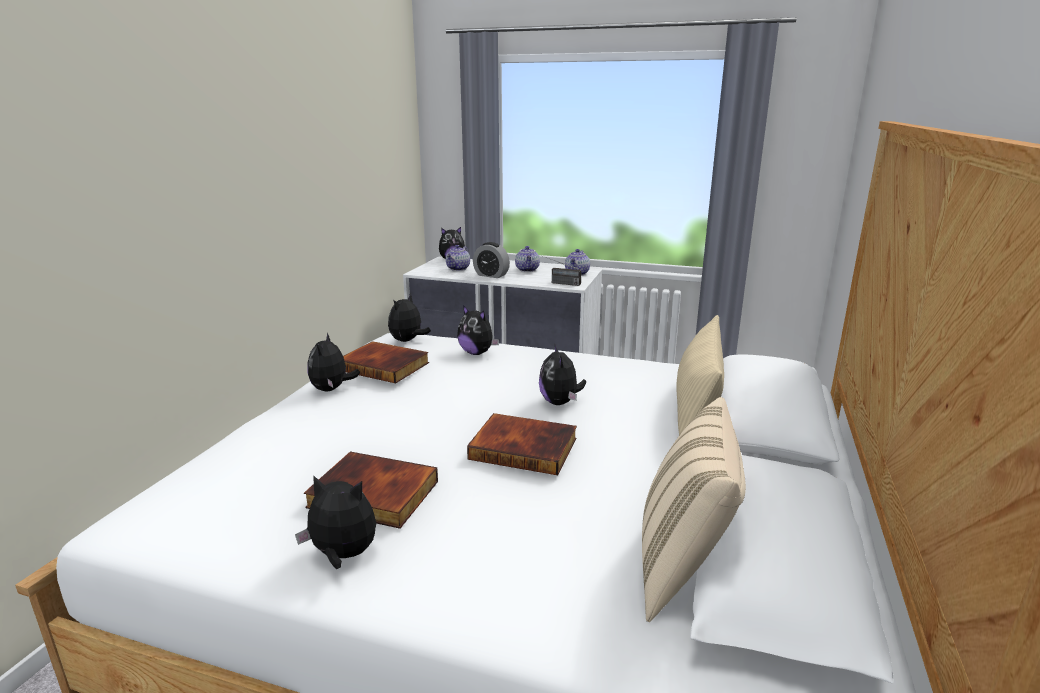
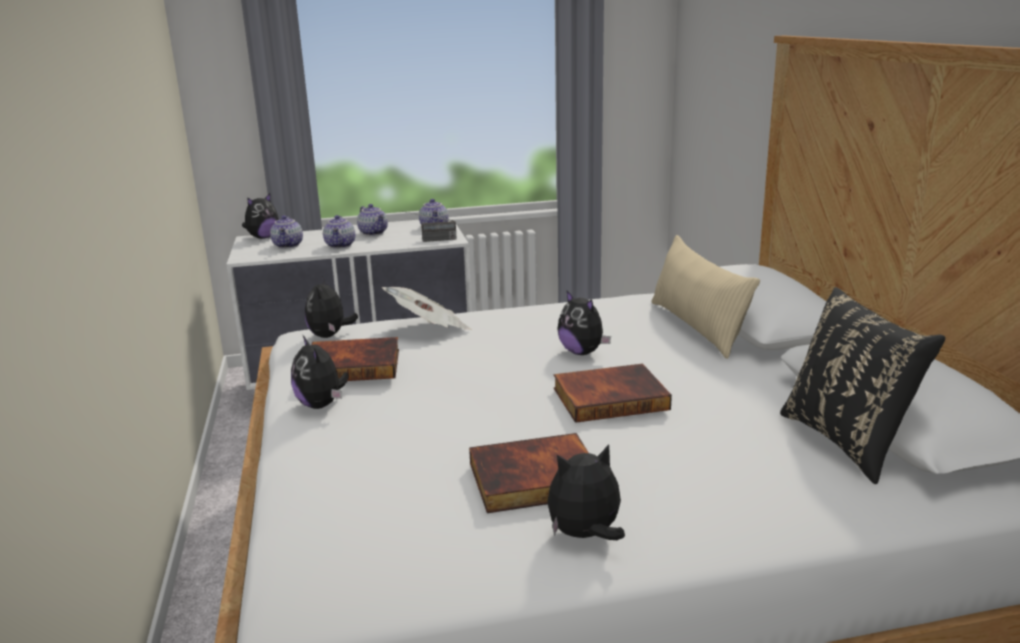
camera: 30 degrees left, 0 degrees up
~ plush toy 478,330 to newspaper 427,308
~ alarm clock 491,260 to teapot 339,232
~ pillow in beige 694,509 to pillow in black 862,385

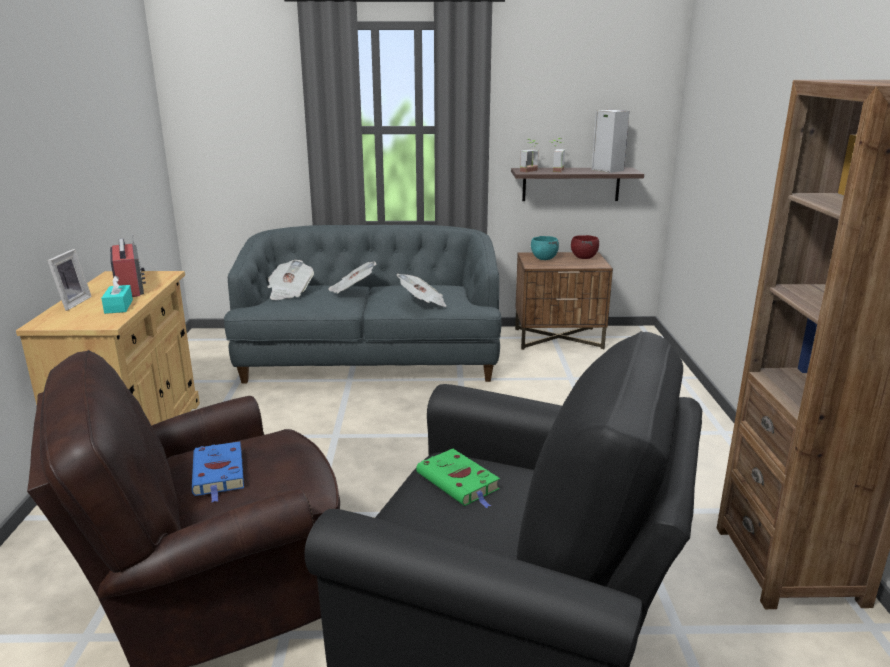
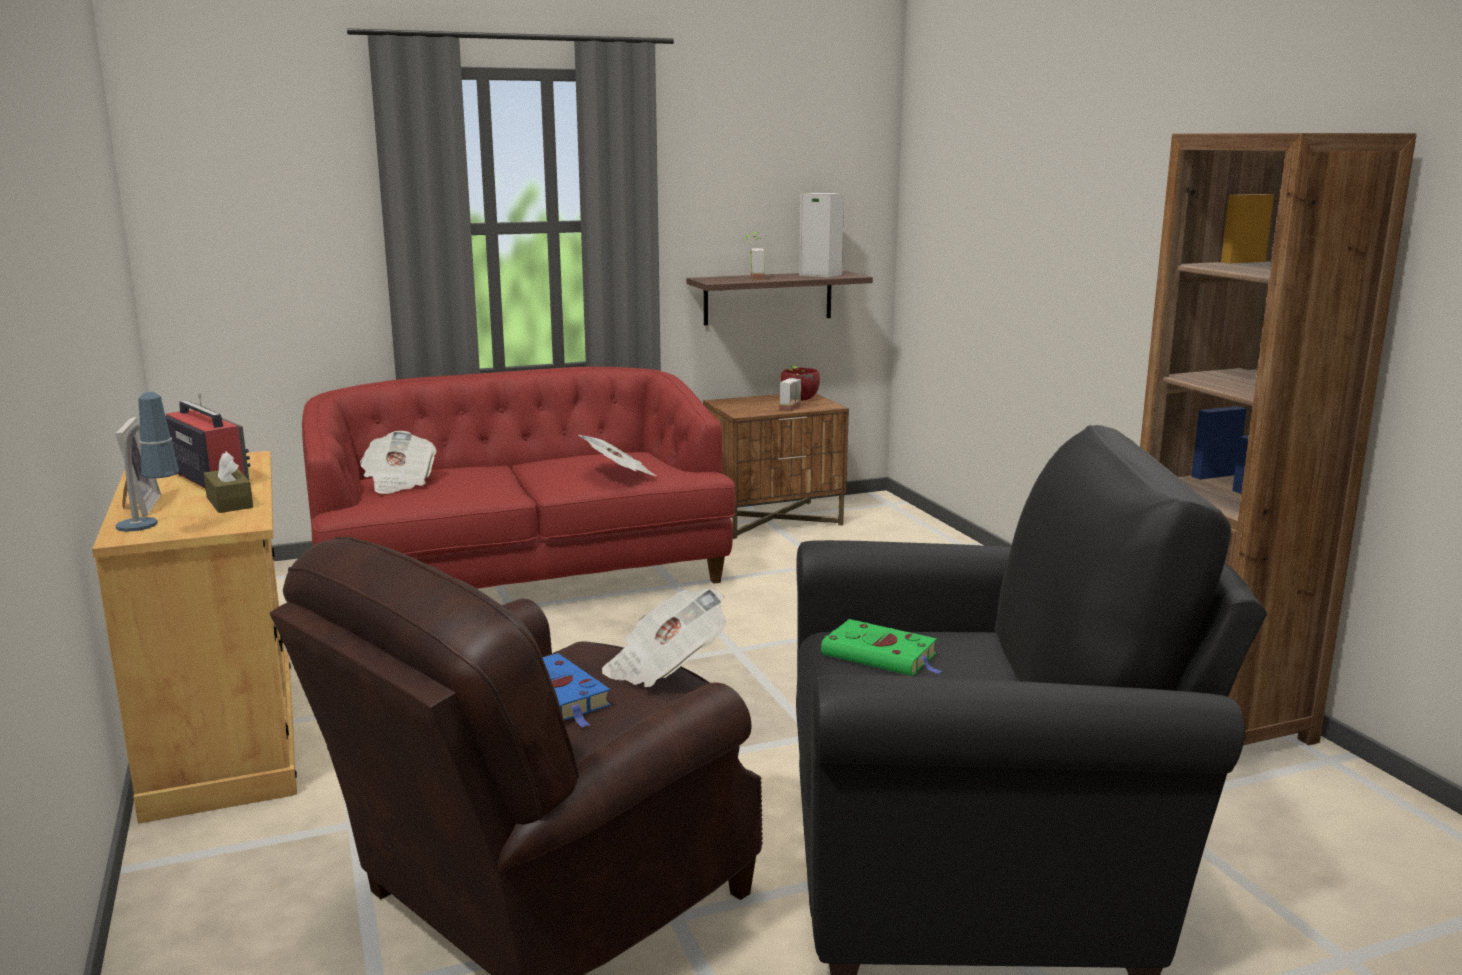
camera: 20 degrees left, 5 degrees down
~ tissue box in turquoise 117,295 to tissue box in brown 228,482
~ sofa in grey 362,304 to sofa in red 518,478
~ newspaper 352,278 to 664,638
~ potted plant 529,155 to 793,388
- bowl in turquoise 545,248
+ table lamp 147,462

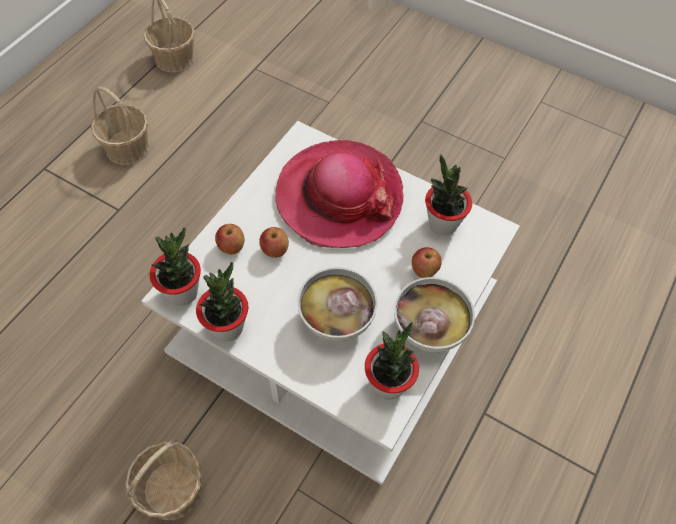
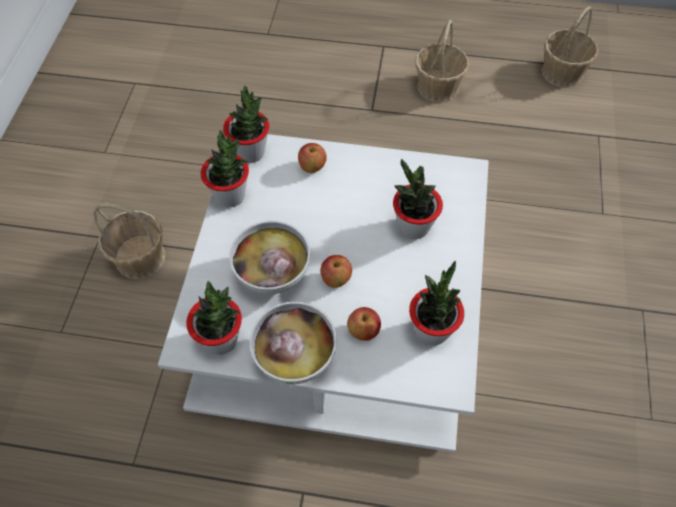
camera: 70 degrees right, 0 degrees up
~ apple 274,242 to 336,271
~ hat 339,194 to potted plant 418,199

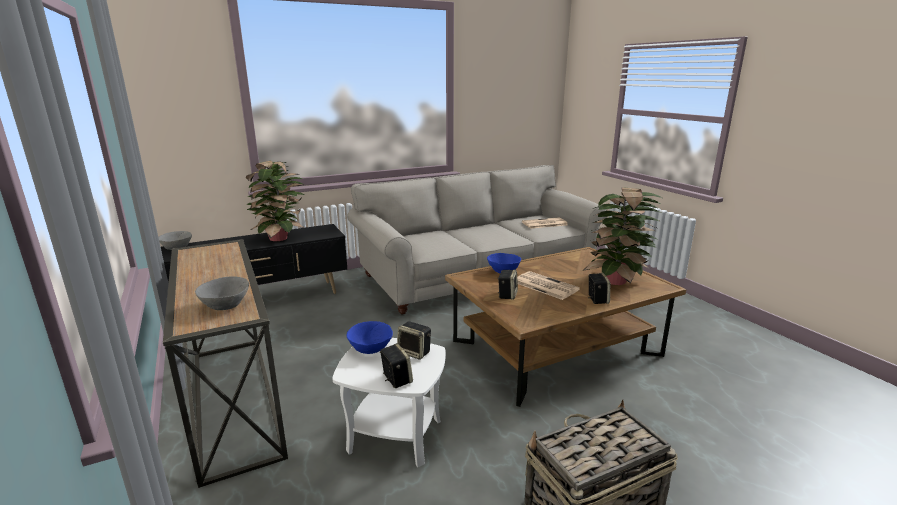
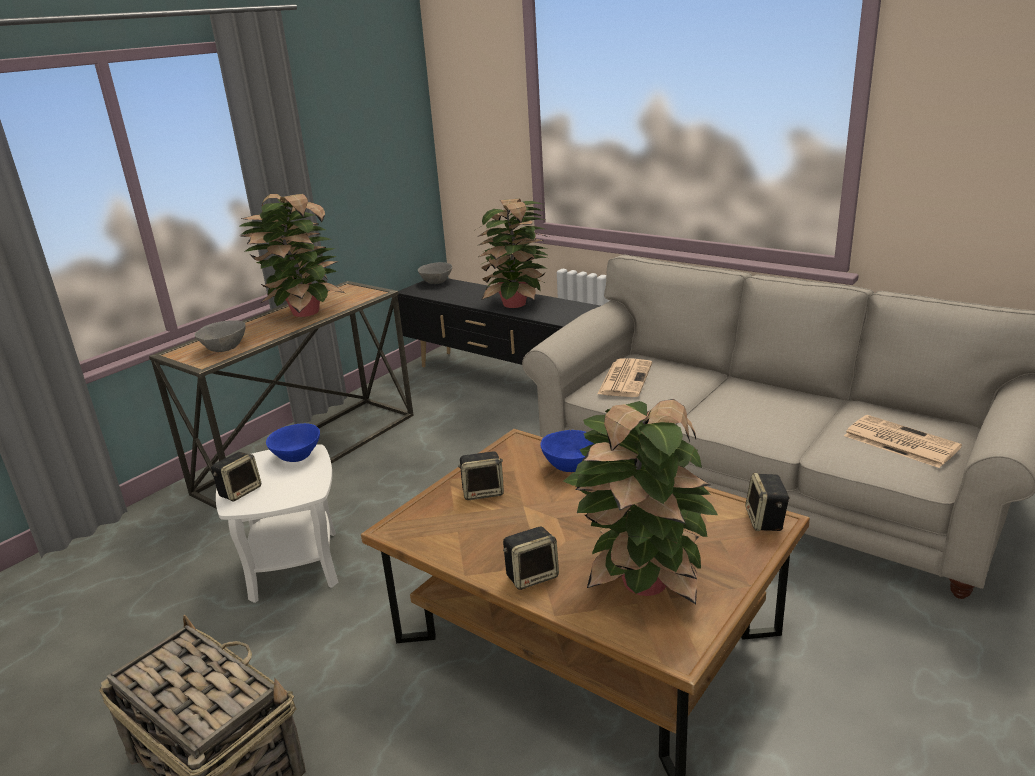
camera: 65 degrees right, 5 degrees up
~ speaker 414,340 to 767,502
~ newspaper 548,285 to 624,377
+ potted plant 292,255

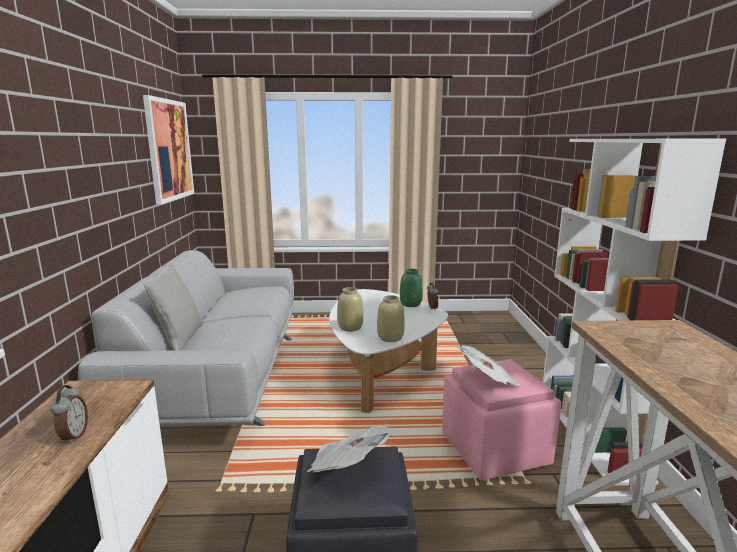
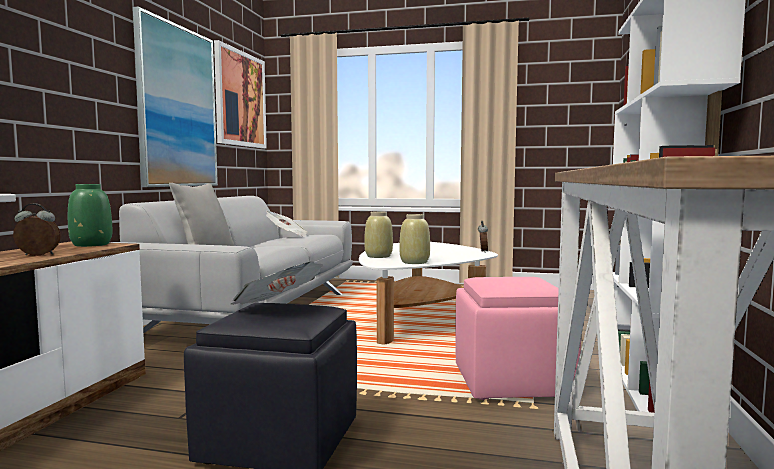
camera: 15 degrees right, 10 degrees down
~ alarm clock 69,414 = 37,229 105 degrees counterclockwise
~ vase in green 411,288 to 90,215
~ newspaper 489,365 to 286,224
+ picture 175,96

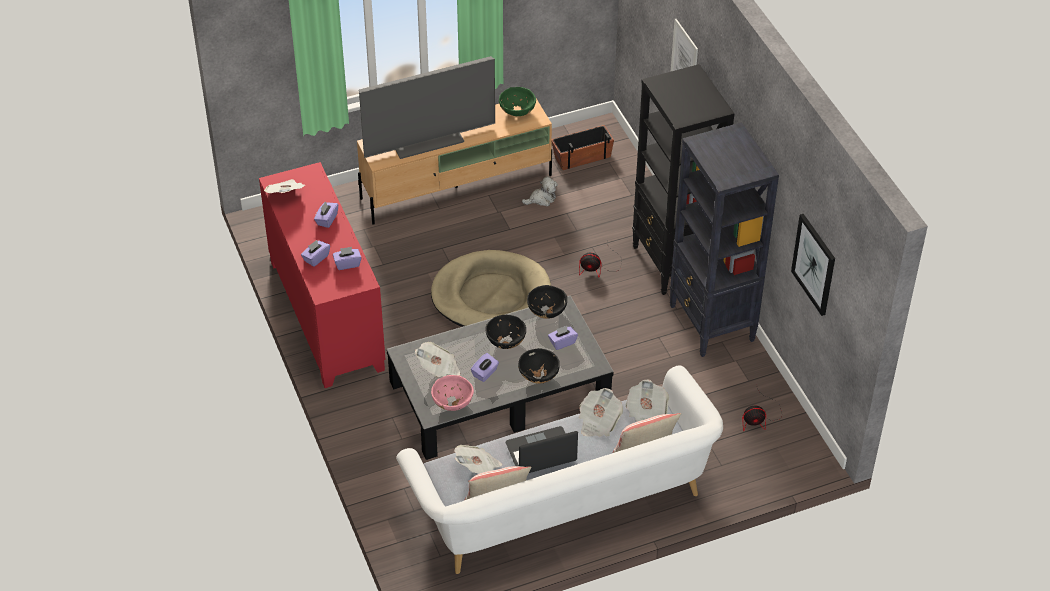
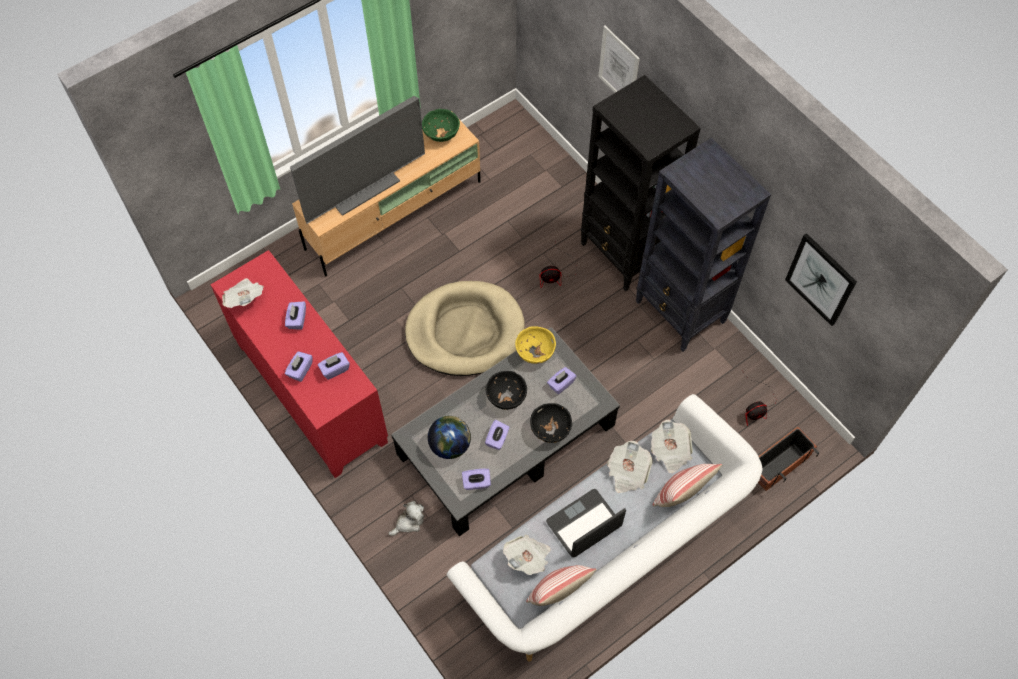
camera: 15 degrees left, 15 degrees up
~ newspaper 438,360 to globe 449,437
~ bowl in pink 452,393 to tissue box in purple 476,479
~ plush toy 540,191 to 406,518
~ bowl in black 547,302 to bowl in yellow 535,345
~ planter 583,147 to 788,459

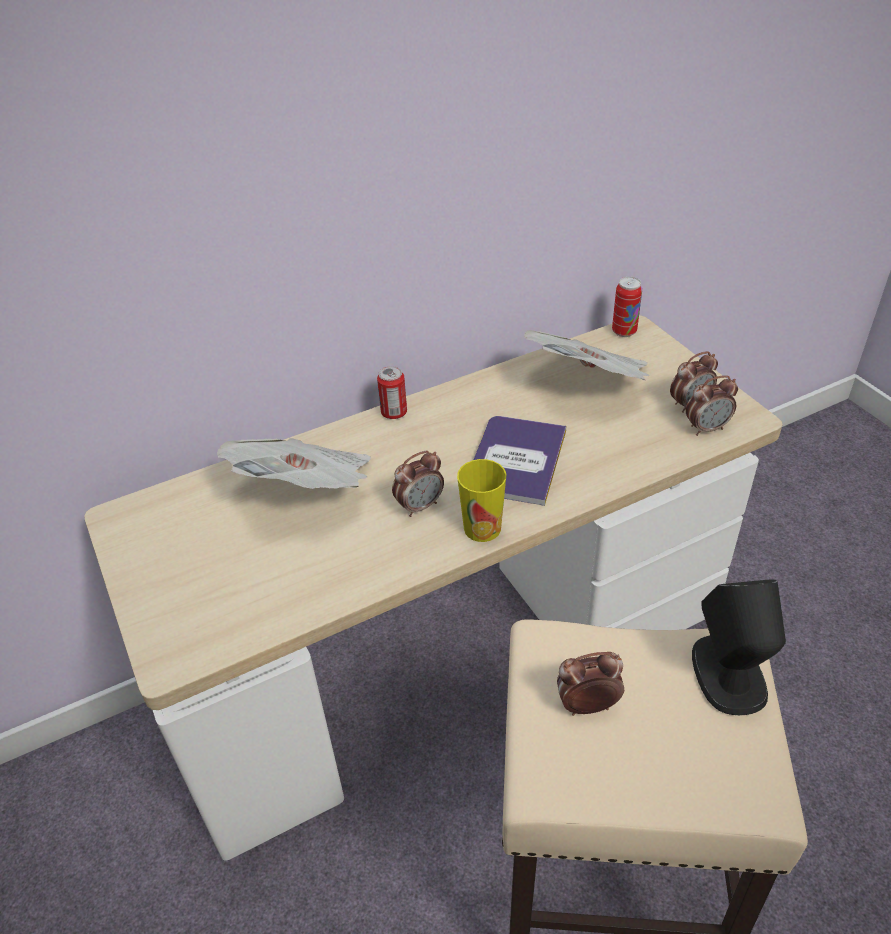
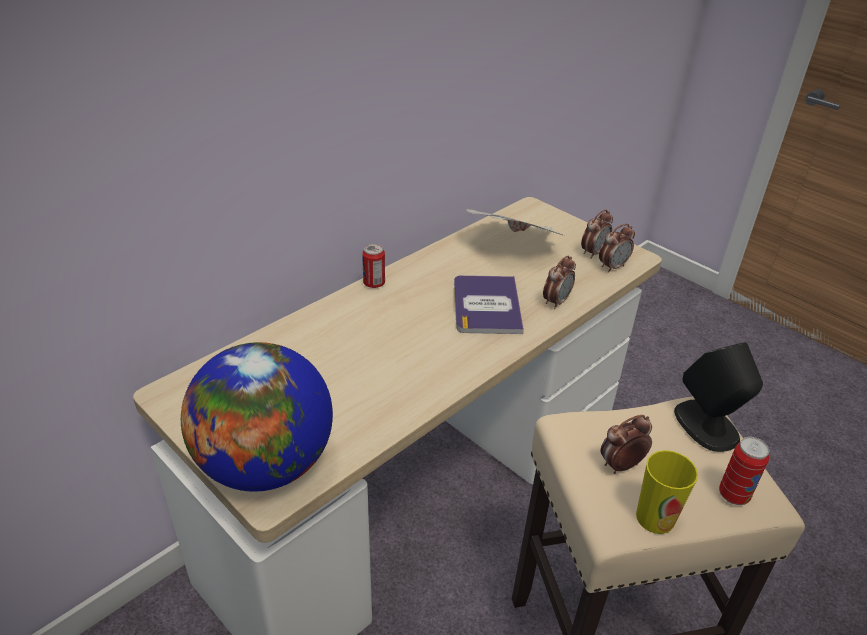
camera: 20 degrees left, 5 degrees down
- newspaper 294,463
~ alarm clock 418,484 to 559,282
~ cup 481,500 to 667,492
~ can 627,307 to 744,471
+ globe 257,417

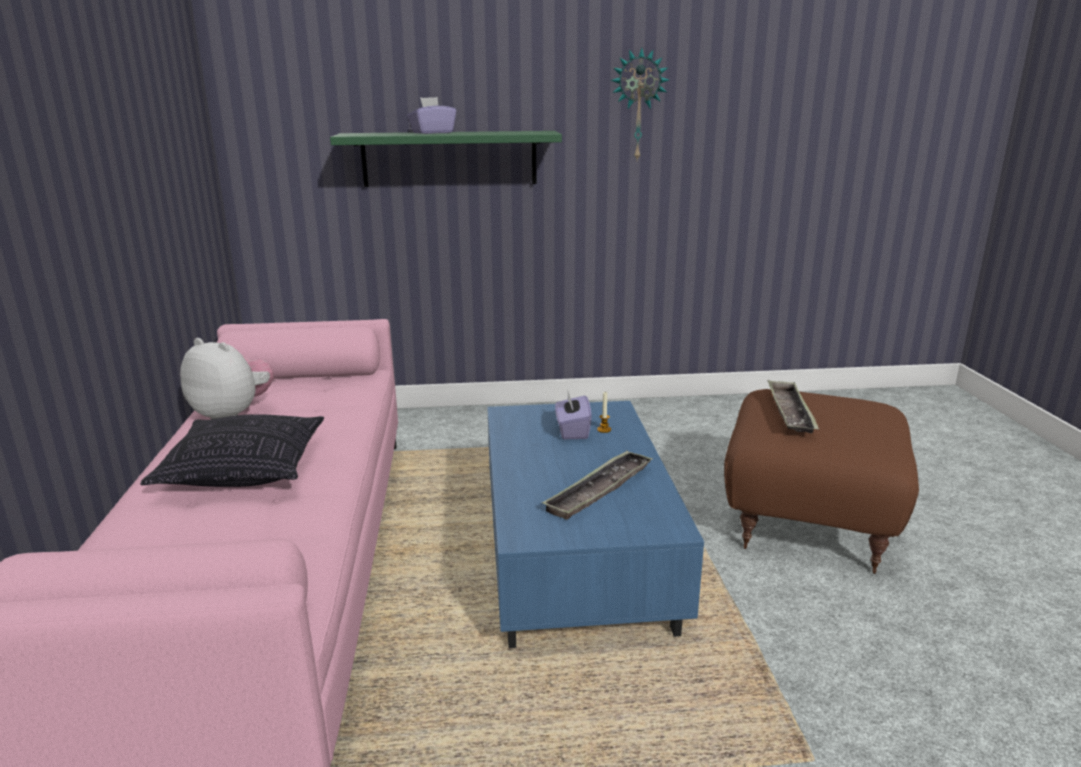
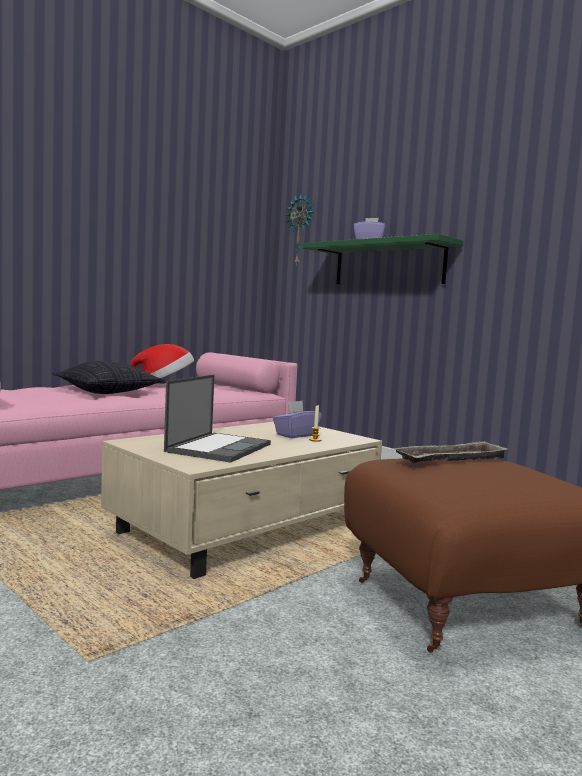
camera: 50 degrees right, 15 degrees down
~ plush toy 227,378 to hat 162,361
~ coffee table in blue 595,524 to coffee table in beige 241,500
~ tray 597,485 to laptop 217,418
~ wall clock 639,103 to 299,230

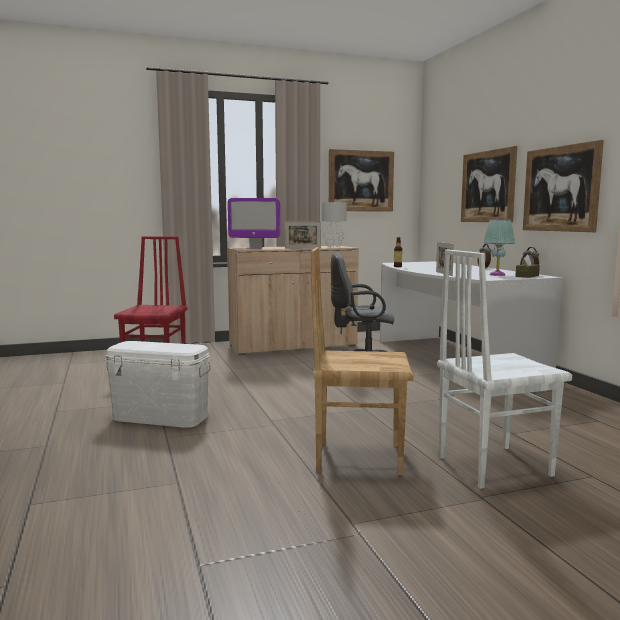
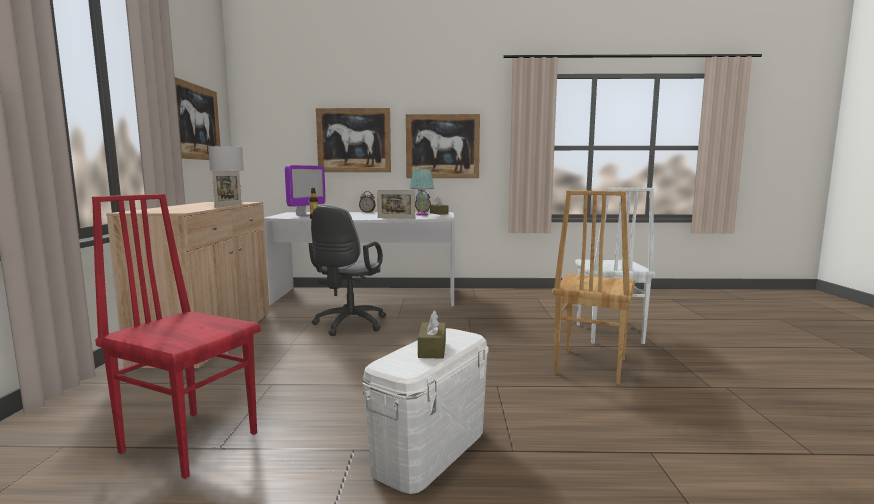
camera: 70 degrees left, 0 degrees up
~ monitor 254,223 to 305,190
+ tissue box in brown 432,335

